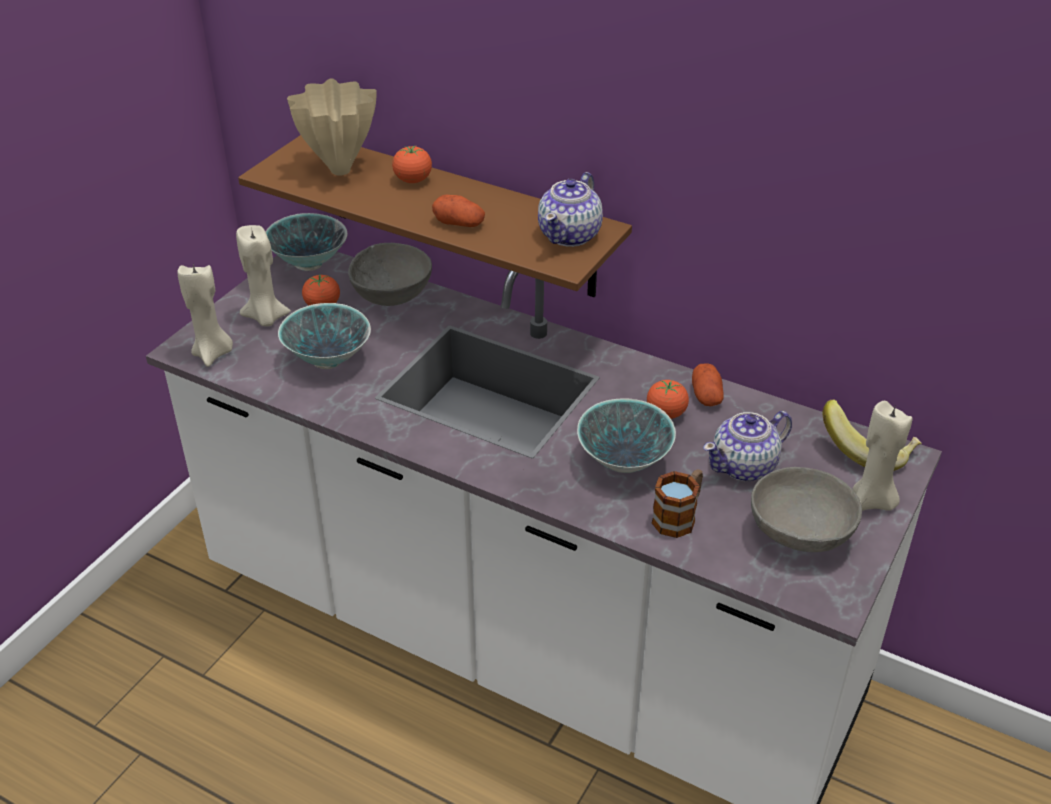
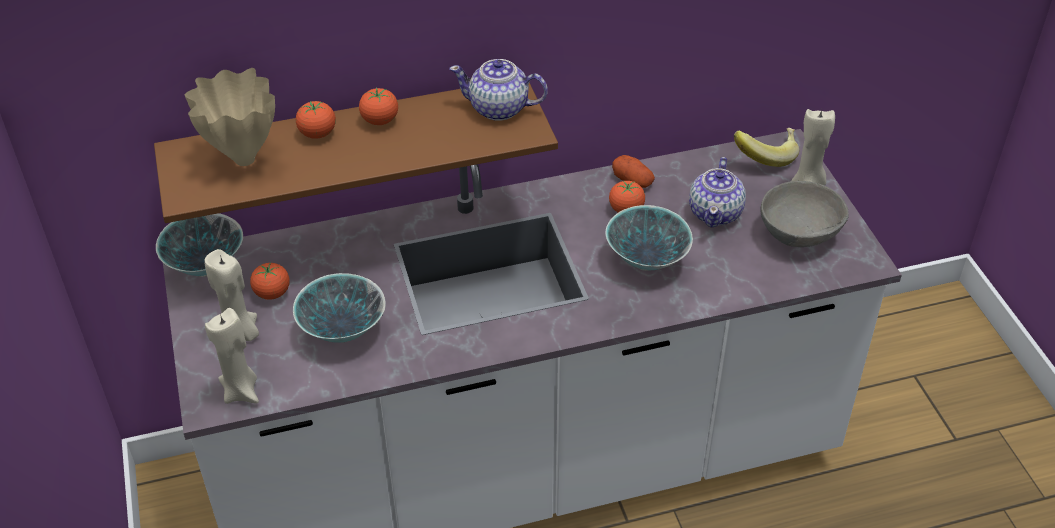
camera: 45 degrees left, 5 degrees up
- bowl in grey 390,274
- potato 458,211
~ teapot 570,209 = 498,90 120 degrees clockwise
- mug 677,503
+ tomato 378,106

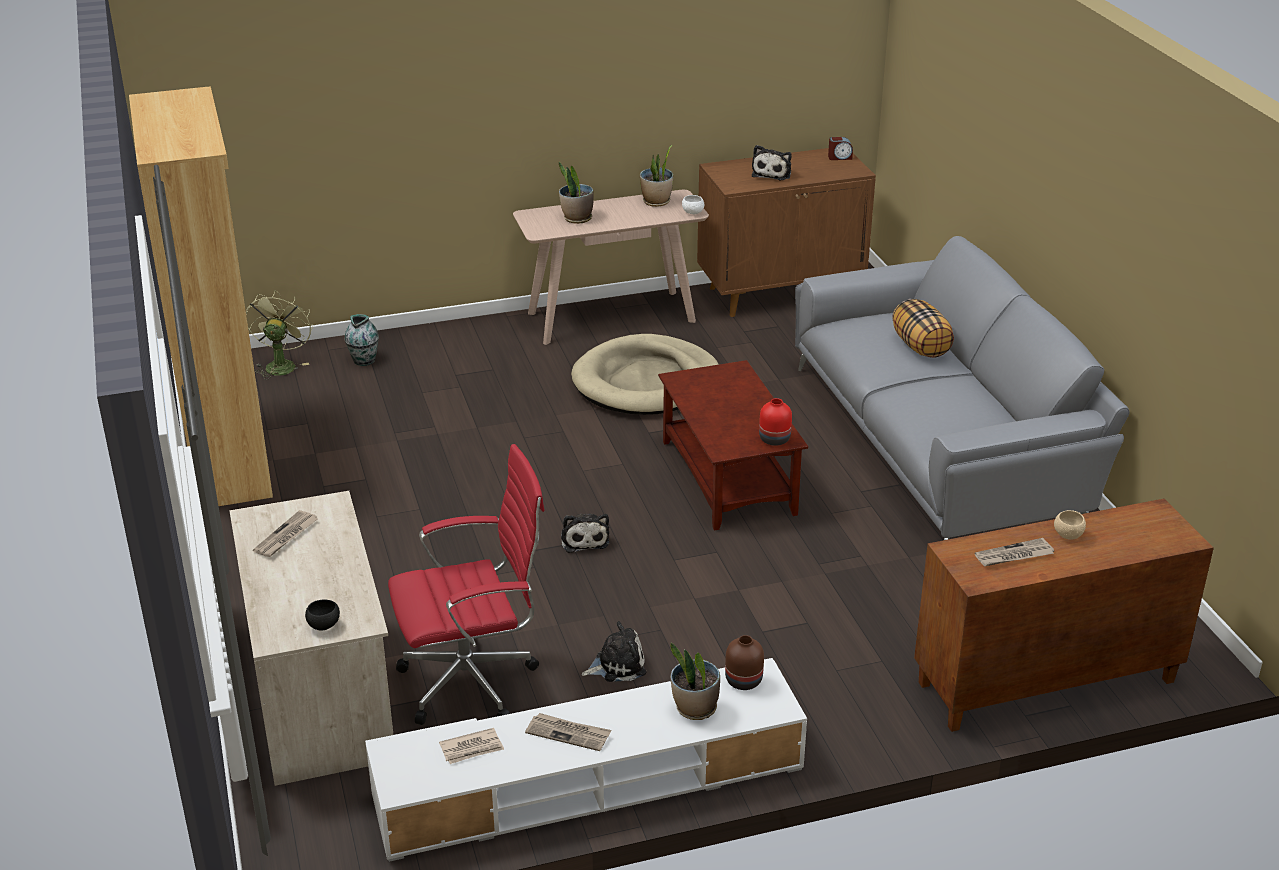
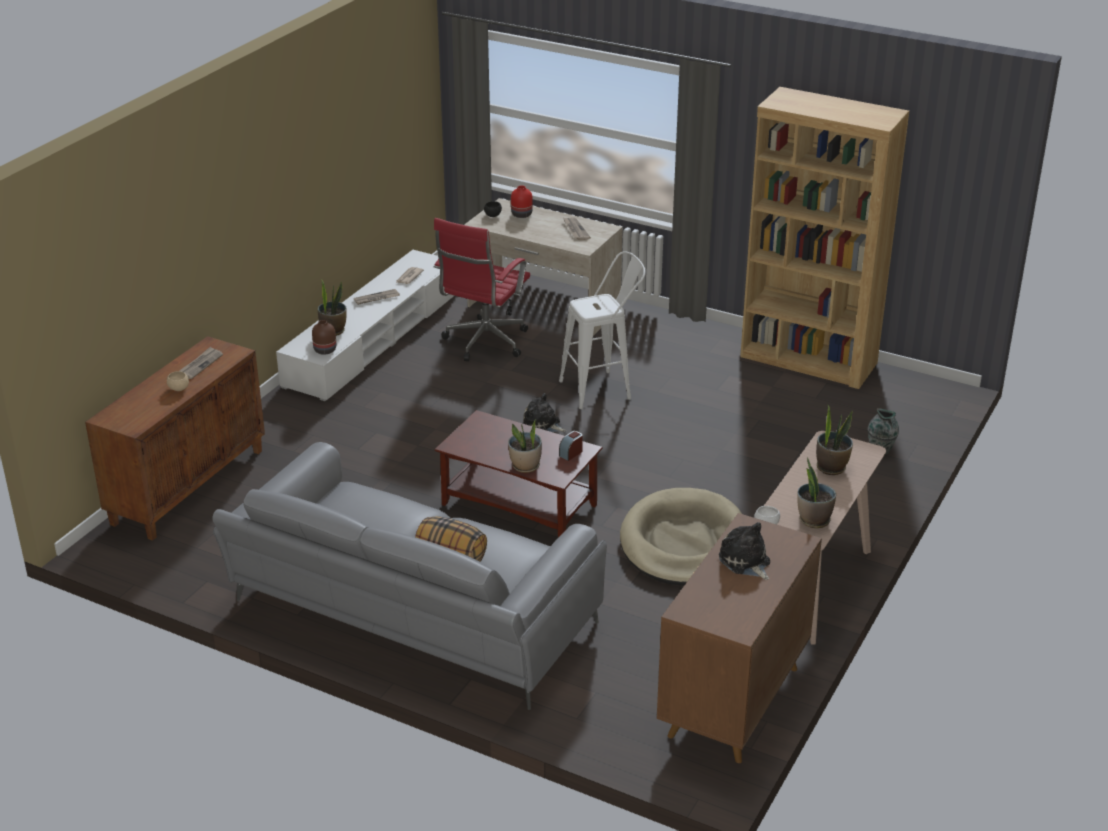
camera: 135 degrees right, 0 degrees up
- fan in green 279,335
- plush toy 614,651
~ vase in red 775,422 to 522,201
~ alarm clock 840,148 to 571,446
+ potted plant 525,446
+ stool in white 602,330

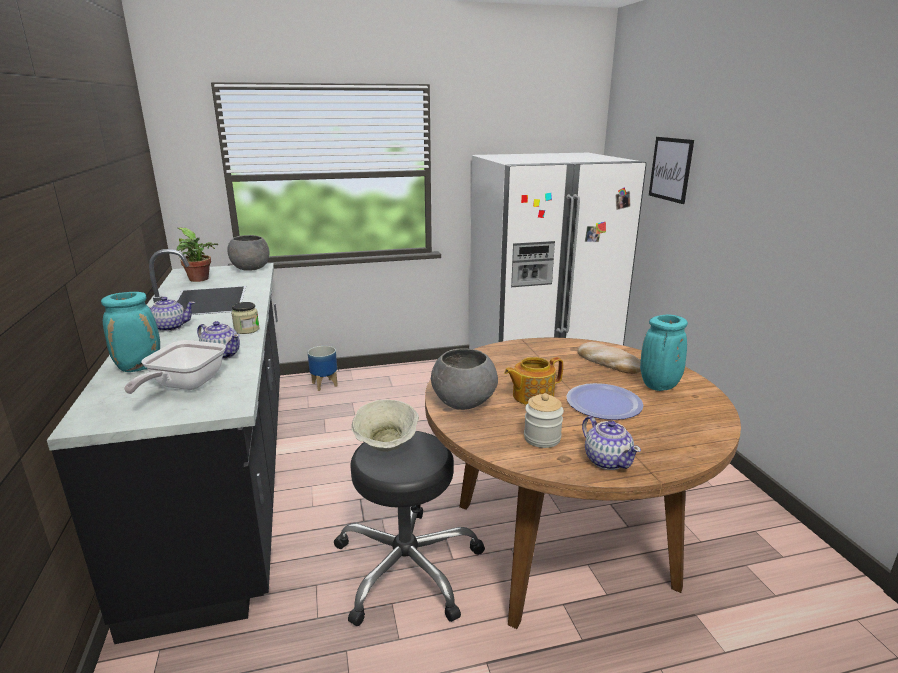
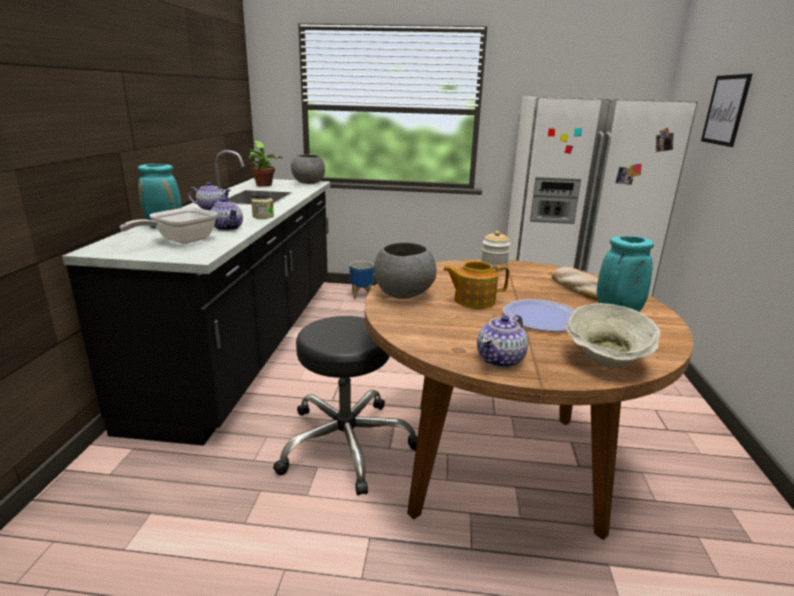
camera: 20 degrees right, 0 degrees up
~ bowl in beige 385,426 to 613,335
~ jar 544,420 to 495,250
~ teapot 611,443 = 502,341 45 degrees clockwise

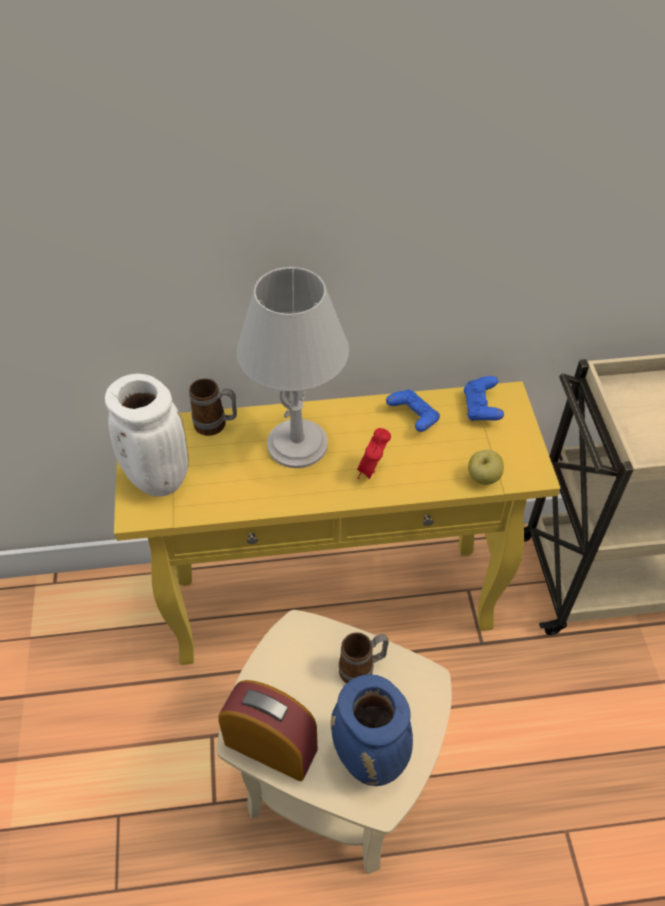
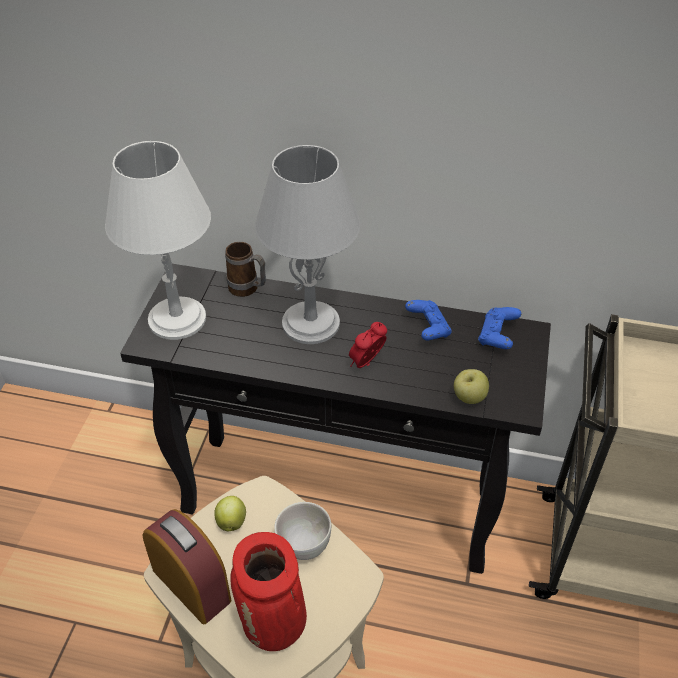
camera: 20 degrees right, 5 degrees down
~ vase in white 147,435 to table lamp in white 158,240
~ console table in yellow 337,523 to console table in black 335,419
~ vase in blue 372,730 to vase in red 268,591
~ mug 364,657 to bowl in white 302,531
+ apple 230,513

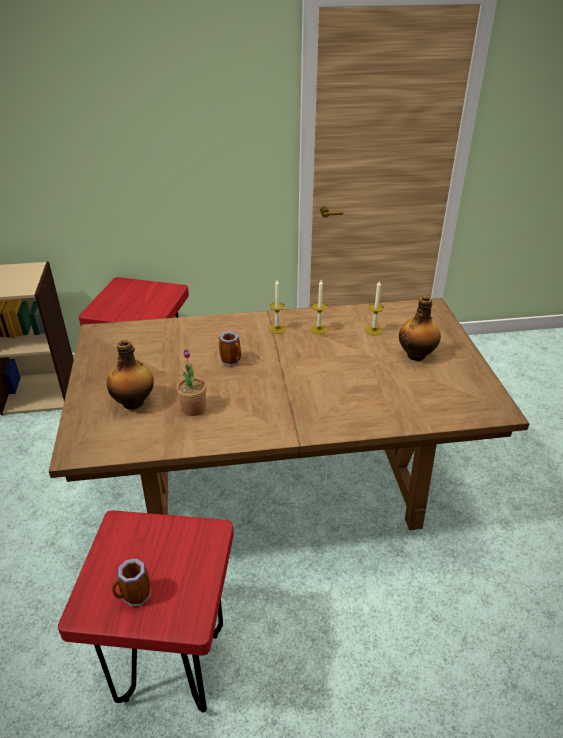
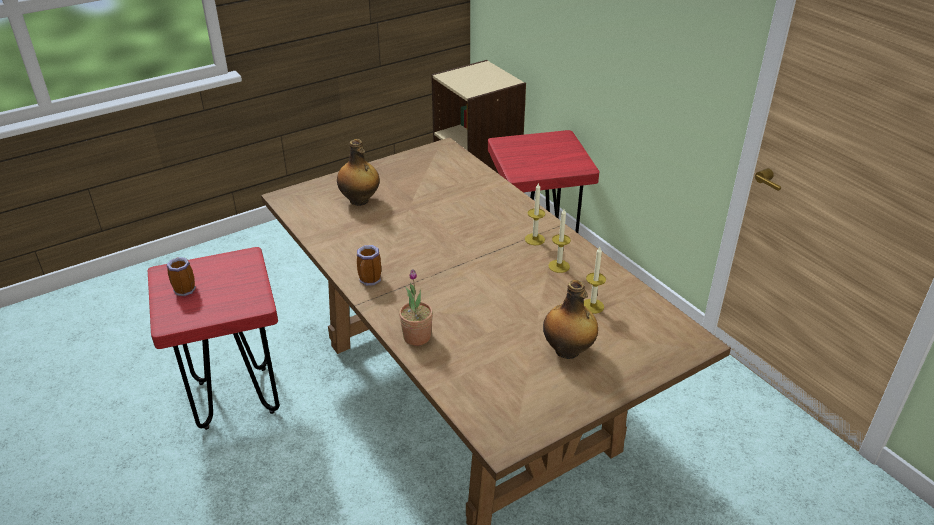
camera: 65 degrees right, 0 degrees up
~ potted plant 191,382 to 416,307
~ mug 230,349 to 369,265

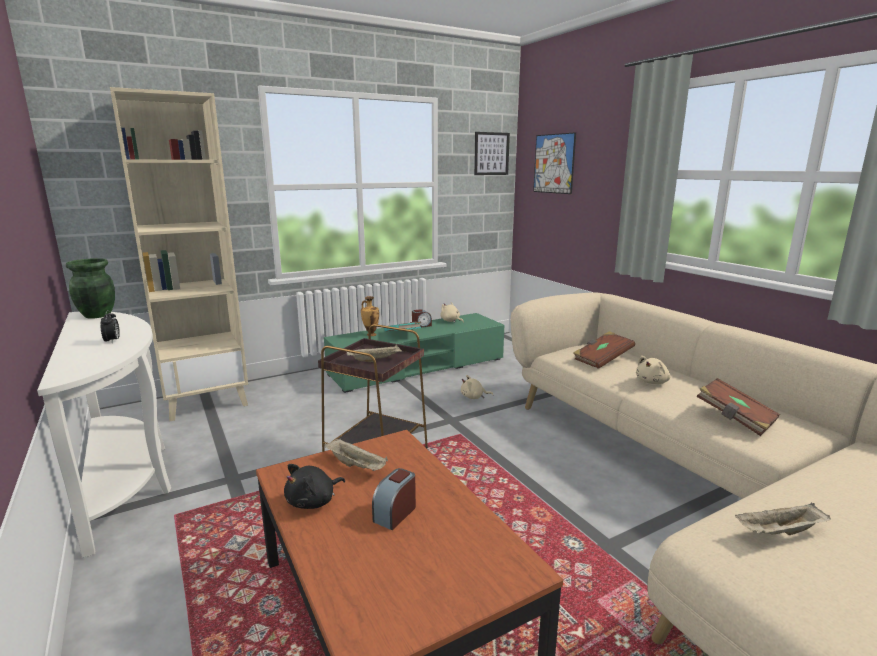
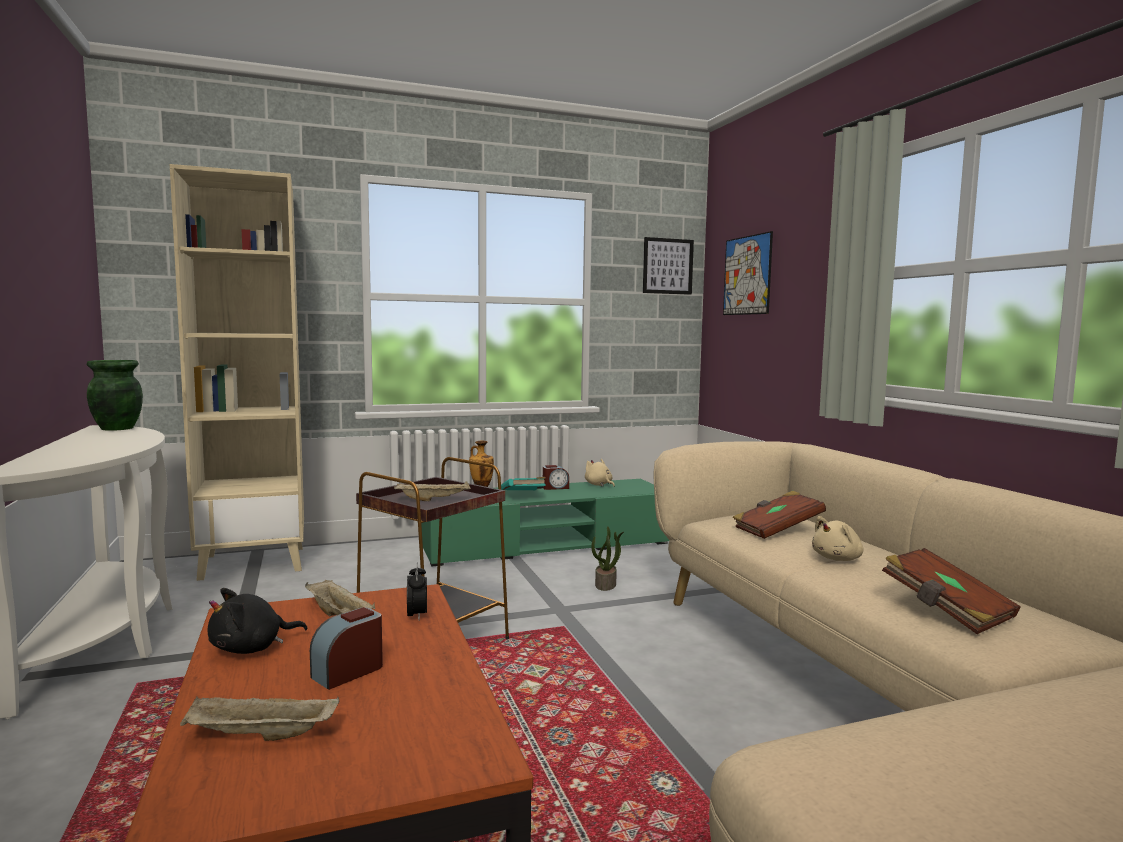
camera: 10 degrees right, 10 degrees down
~ alarm clock 110,327 to 417,591
~ plush toy in beige 477,387 to potted plant 607,558
~ tray in beige 783,519 to 259,718

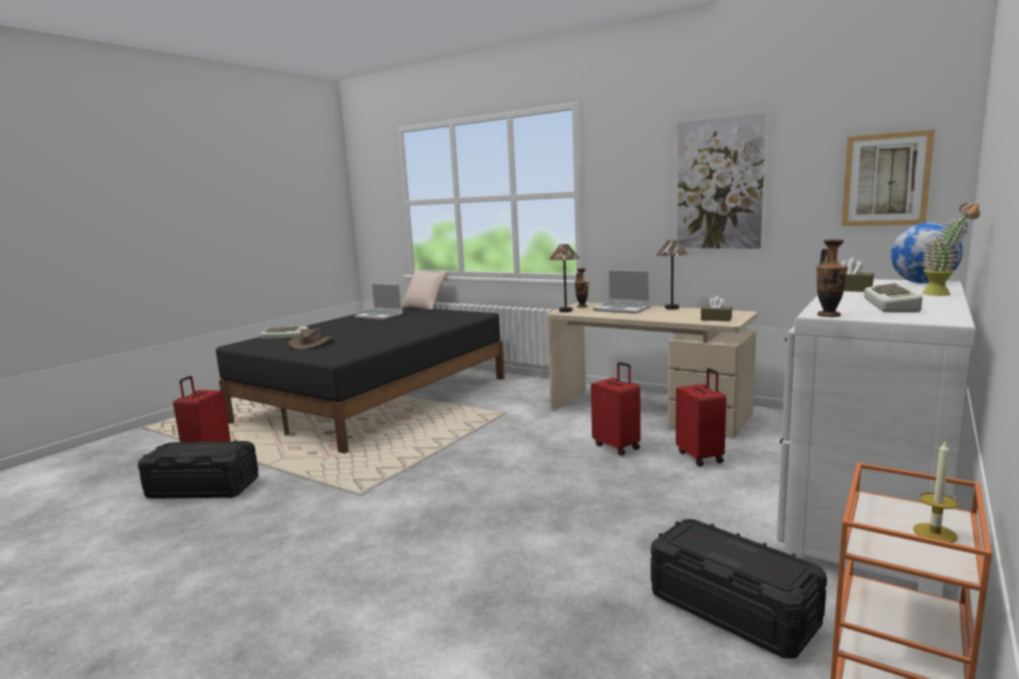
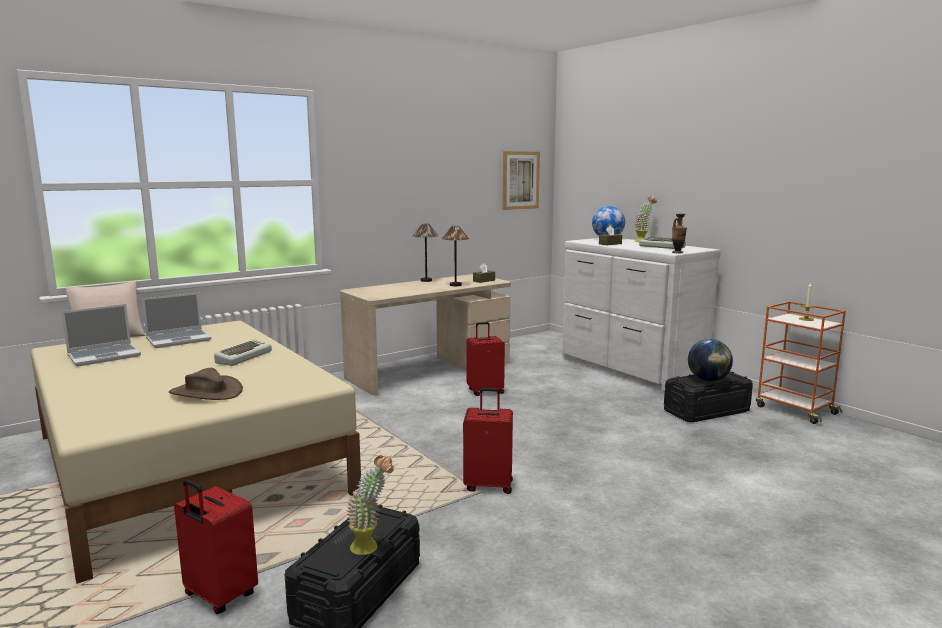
camera: 70 degrees left, 0 degrees up
~ bed in black 360,381 to bed in beige 196,452
~ keyboard 284,332 to 243,352
~ table lamp 564,278 to 455,256
- vase 582,288
~ laptop 622,291 to 176,320
- picture 722,180
~ suitcase in red 701,417 to 488,441
+ potted plant 370,505
+ globe 710,360

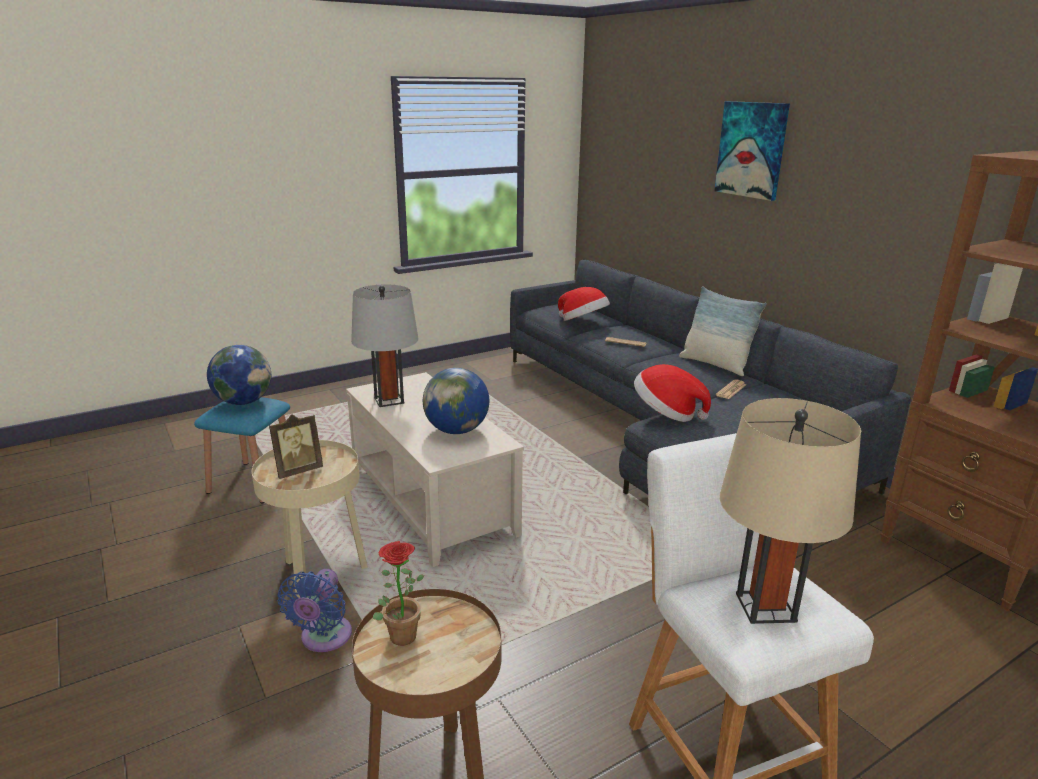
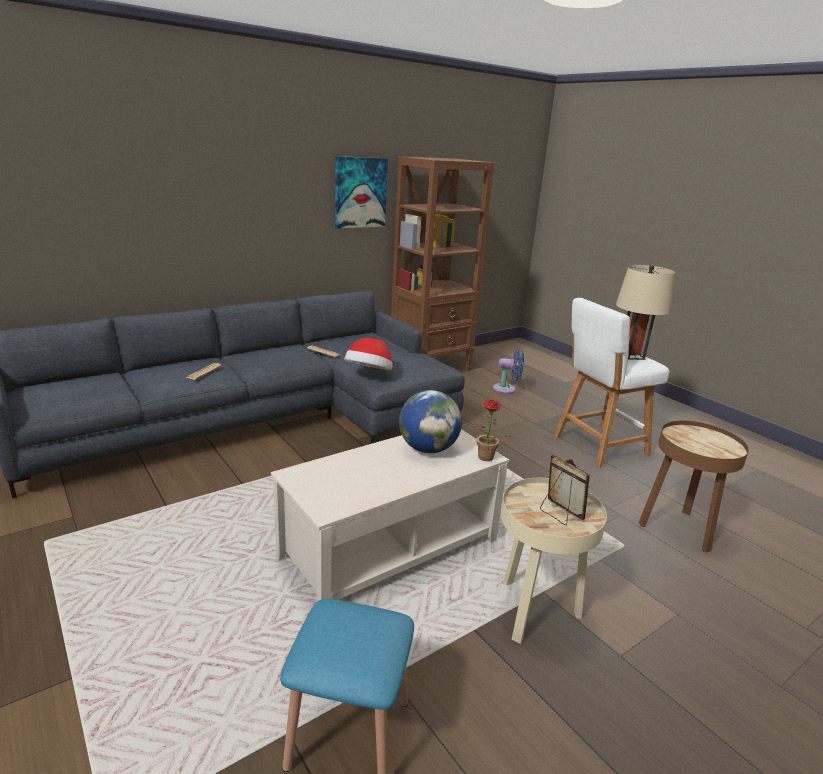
camera: 95 degrees left, 0 degrees up
- globe 239,375
~ fan in blue 315,610 to 508,372
- table lamp in grey 385,345
~ potted plant 398,593 to 489,430
- hat 584,304
- pillow 723,331
~ picture 752,151 to 361,192

